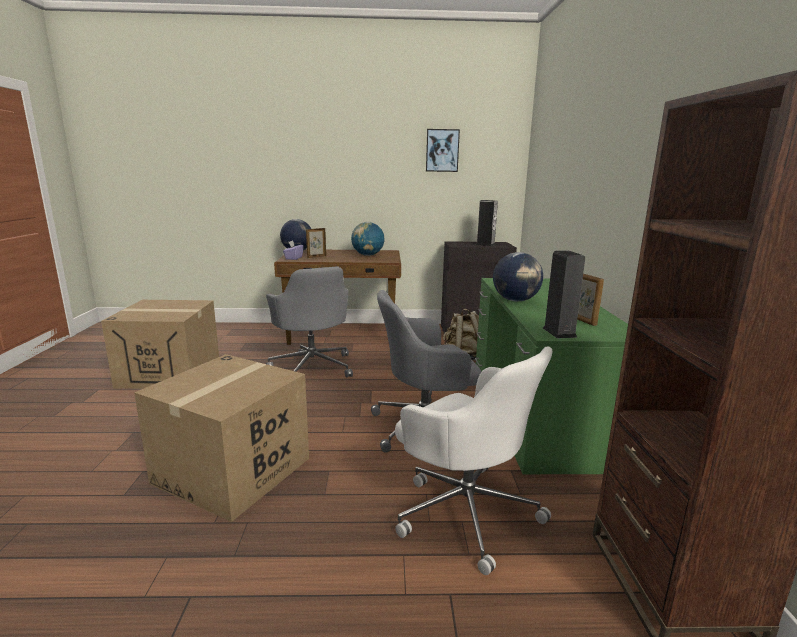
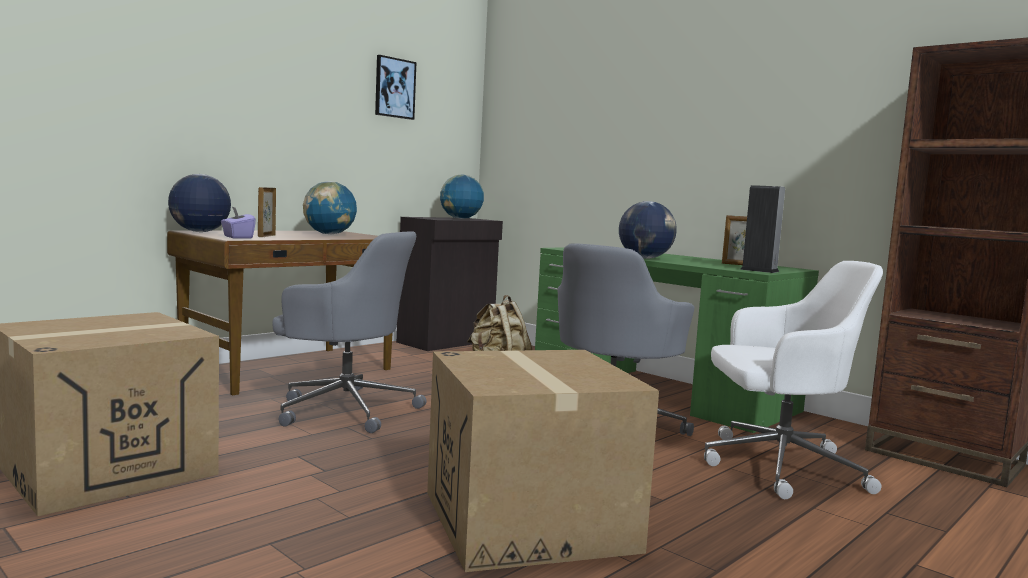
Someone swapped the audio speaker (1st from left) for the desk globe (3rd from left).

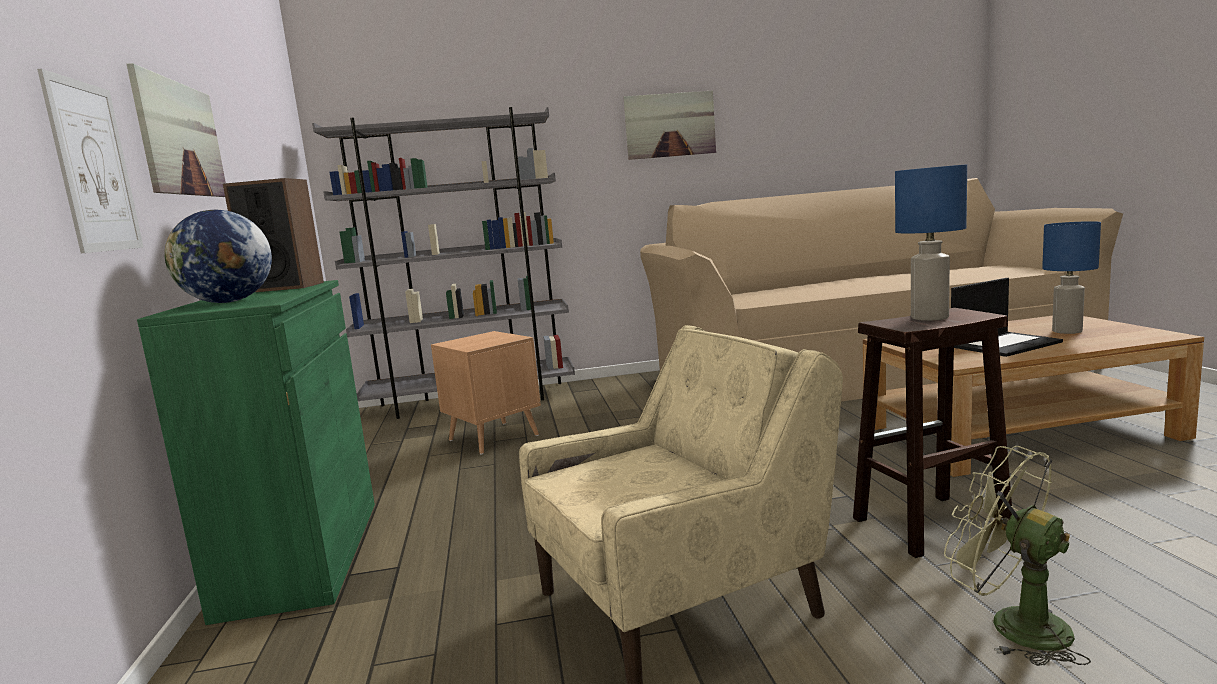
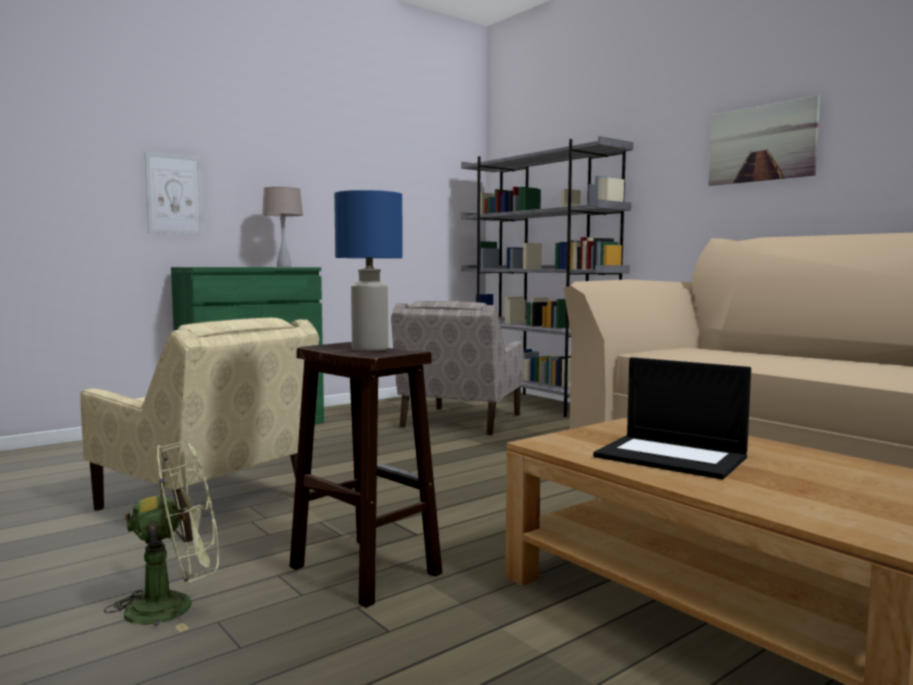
Someone rotated the electric fan (greenish) by 45 degrees clockwise.
Someone swapped the audio speaker for the table lamp (sand-coloured).
Someone swapped the side table (brown-coloured) for the lounge chair (sand-coloured) (2nd from left).
Someone took away the picture (2nd from left).
Someone took away the desk globe.
Someone took away the table lamp (blue) (2nd from left).

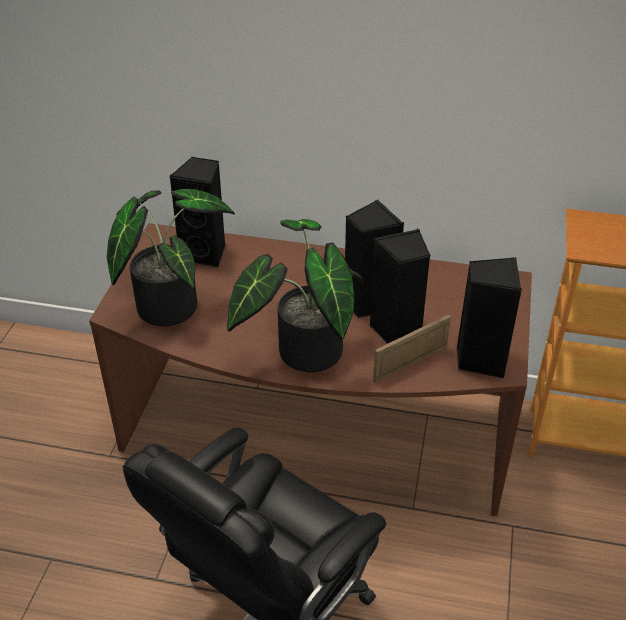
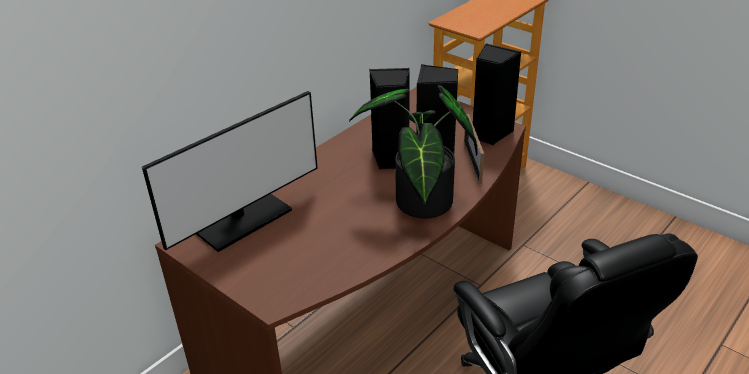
Someone swapped the audio speaker (black) (1st from left) for the monitor.
Someone took away the houseplant (1st from left).

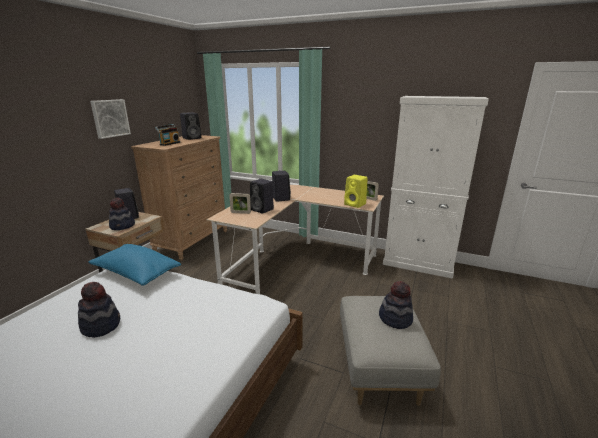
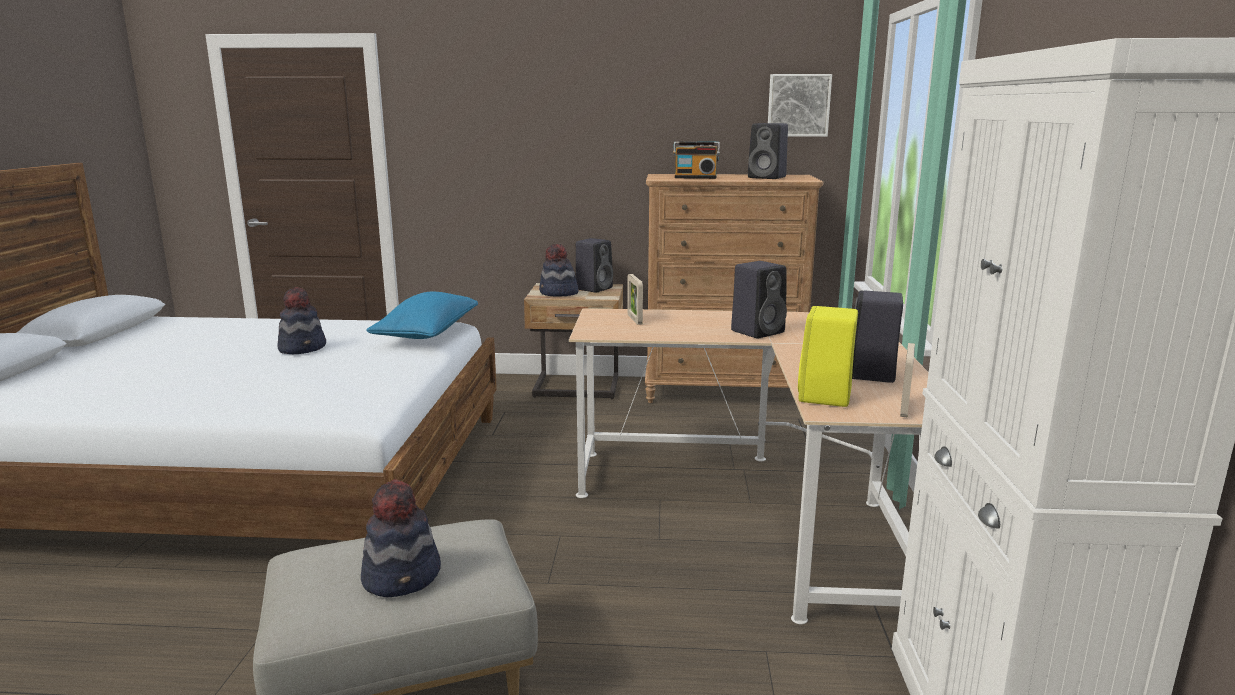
Someone carried the picture.
Someone carried the audio speaker (black) (3rd from left in the first image).

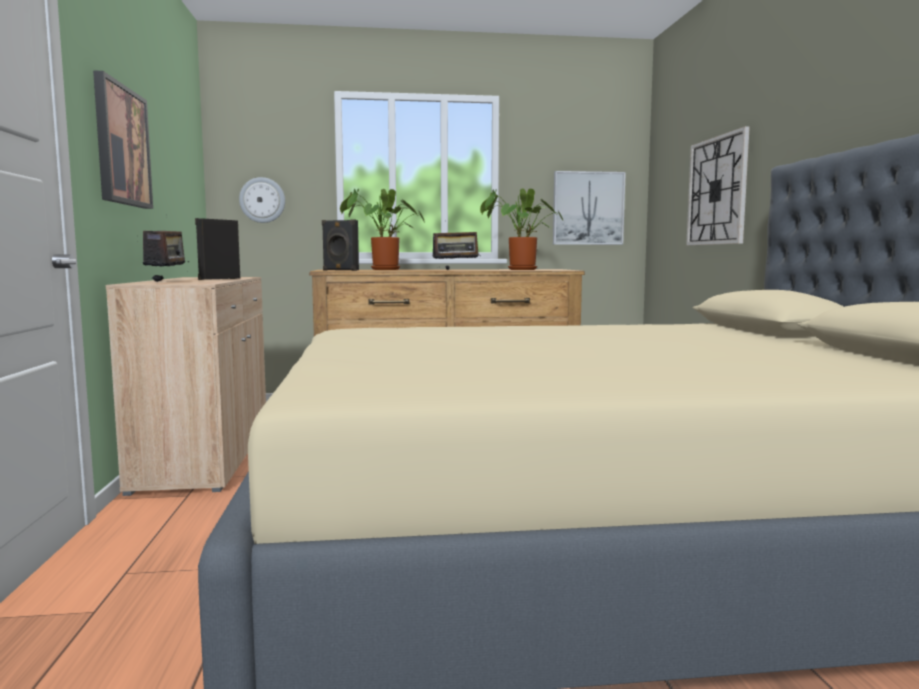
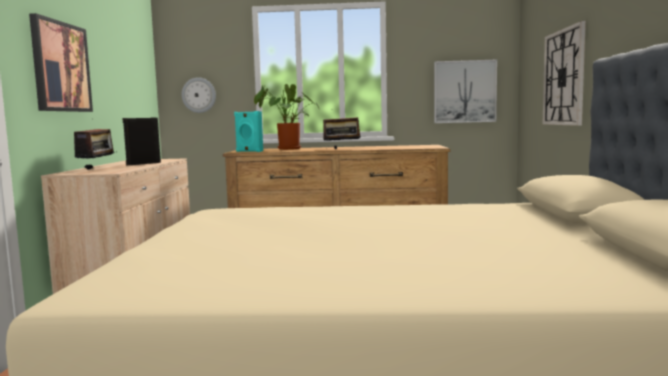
Someone repainted the audio speaker (black) (2nd from left), which became the audio speaker (turquoise-coloured).
Someone took away the houseplant (2nd from left).

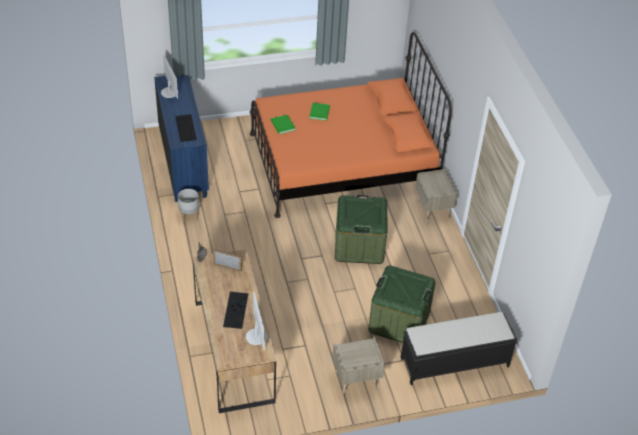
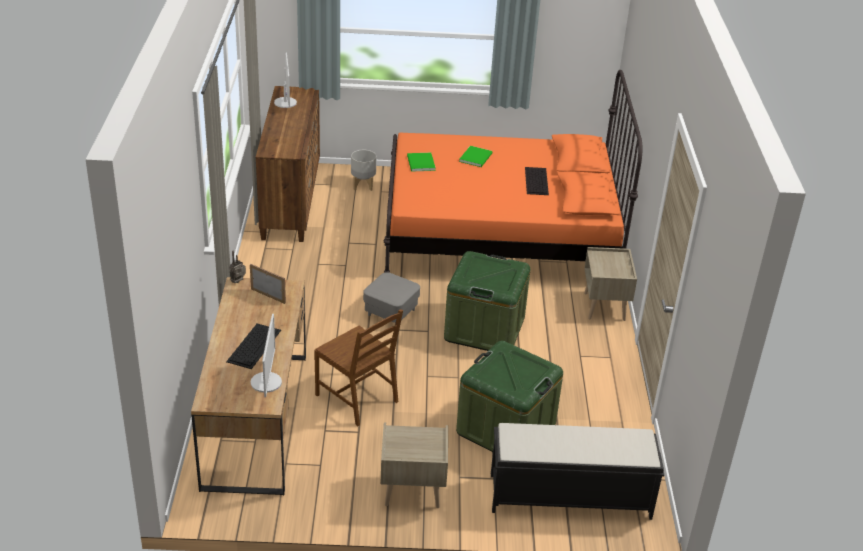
Someone repainted the drawer chest (blue), which became the drawer chest (brown-coloured).
Someone put down the upright chair (brown-coloured).
Someone carried the plant pot (grey).
Someone put down the ottoman (grey).
Someone carried the computer keyboard (1st from left in the first image).

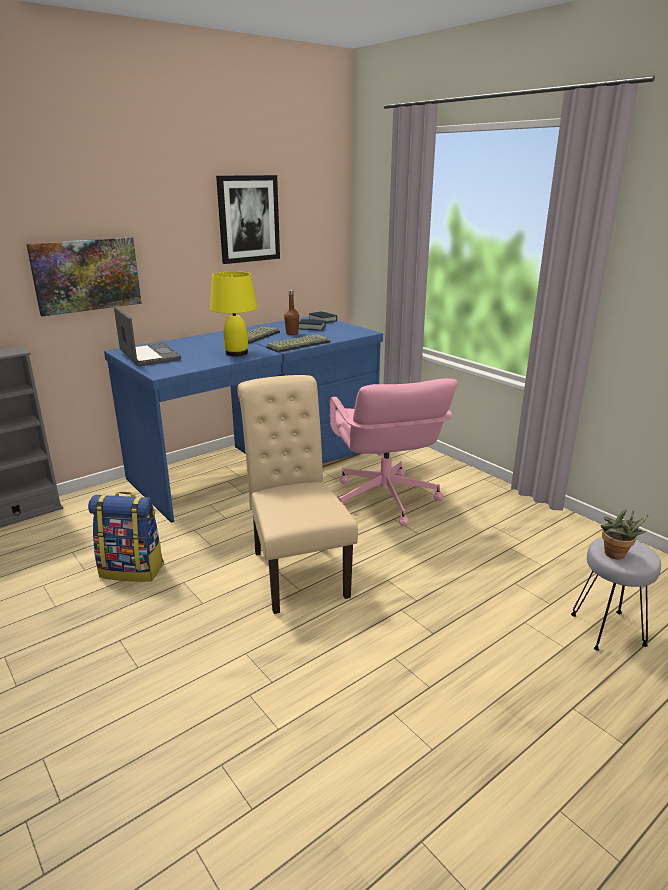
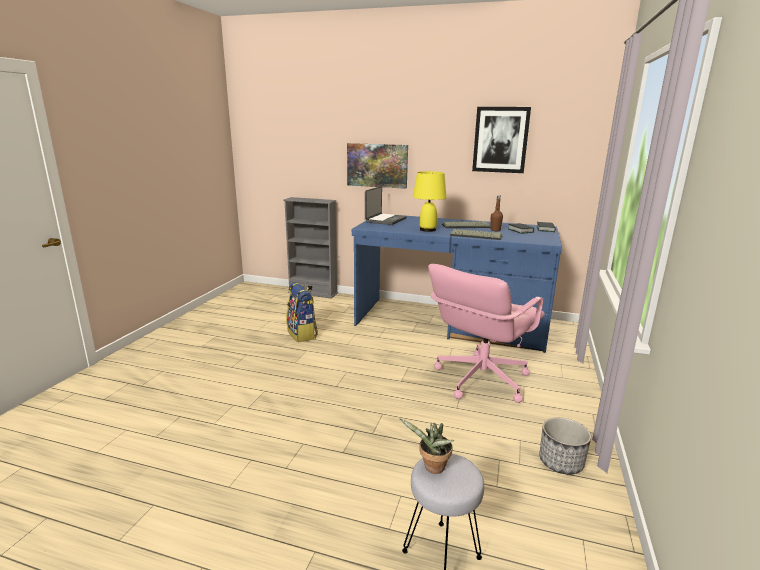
Someone put down the plant pot.
Someone took away the upright chair (sand-coloured).

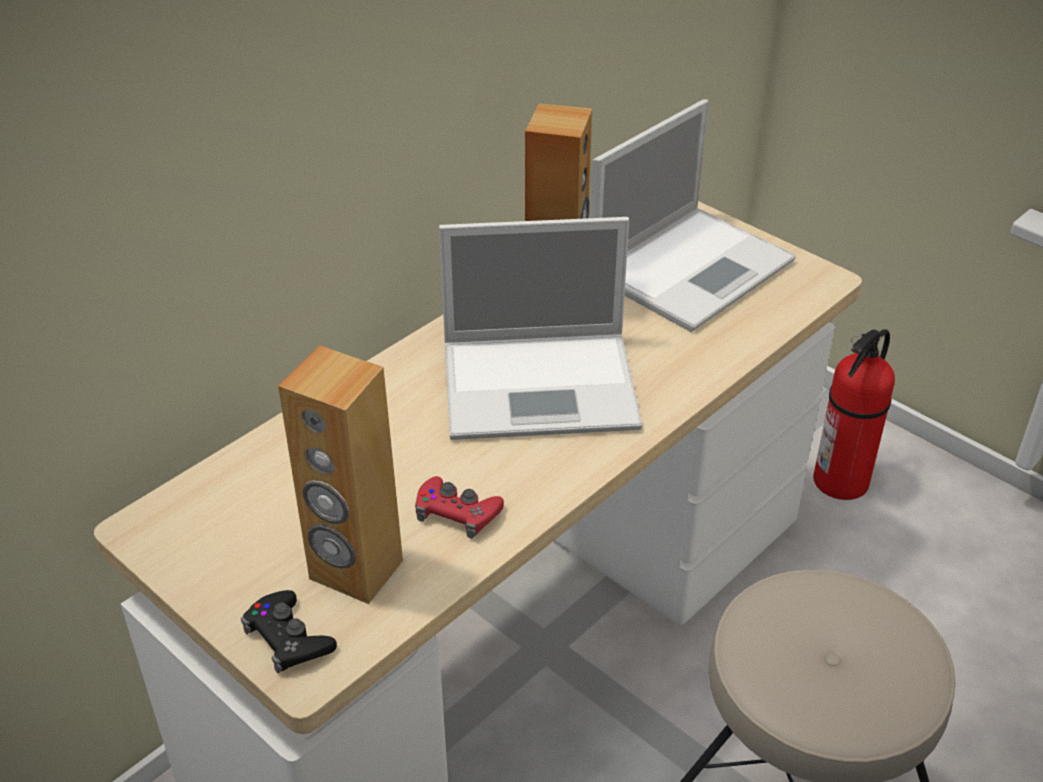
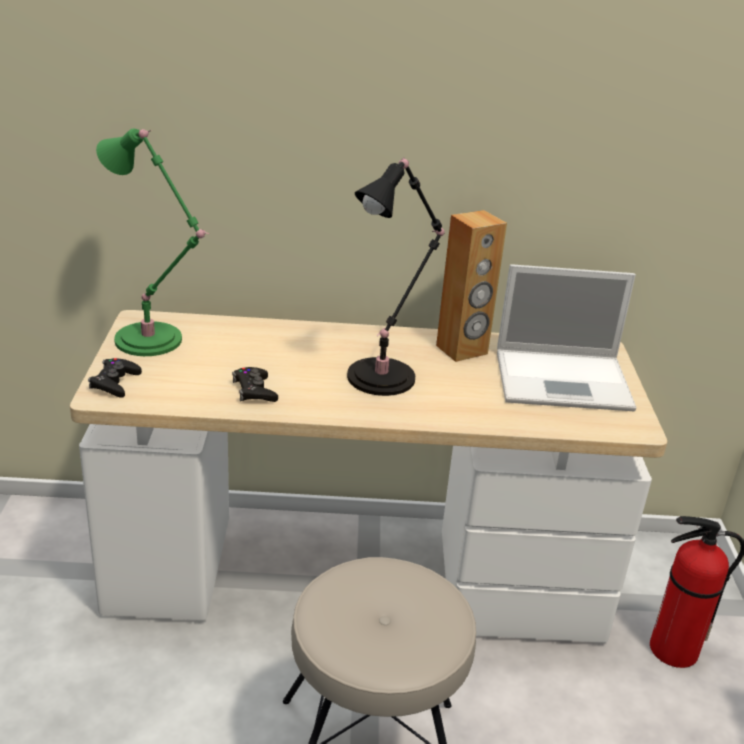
Someone put down the table lamp (greenish).
Someone repainted the game controller (reddish), which became the game controller (black) (2nd from left).
Someone swapped the laptop (1st from left) for the table lamp (black).
Someone took away the audio speaker (brown-coloured) (1st from left).

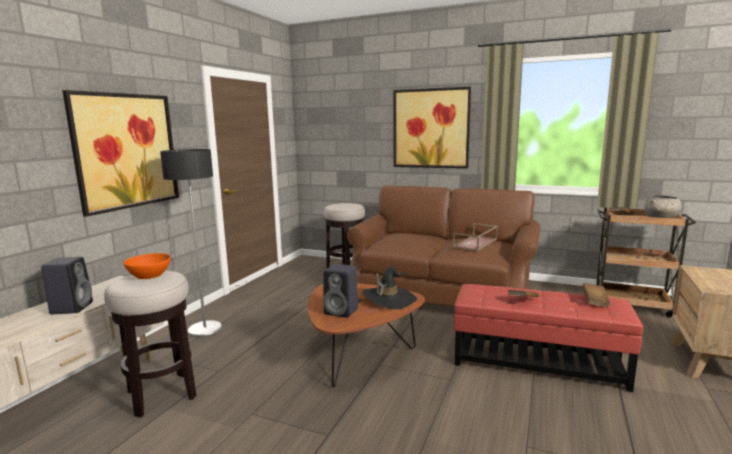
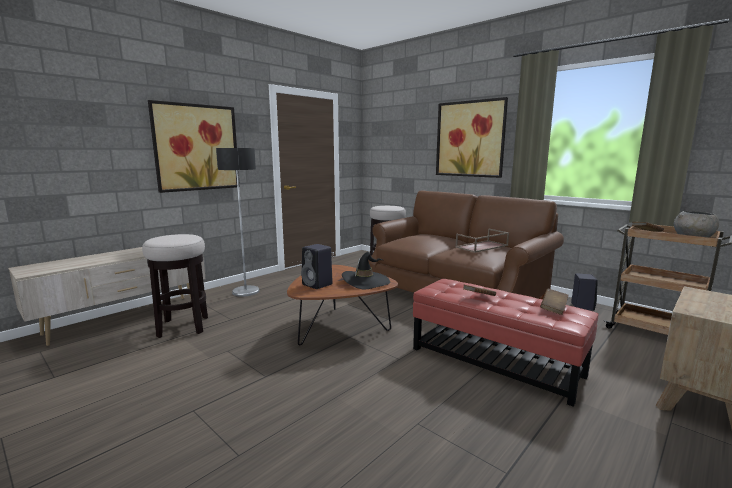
Someone carried the audio speaker (black) (1st from left in the first image).
Someone took away the deep dish (orange-coloured).

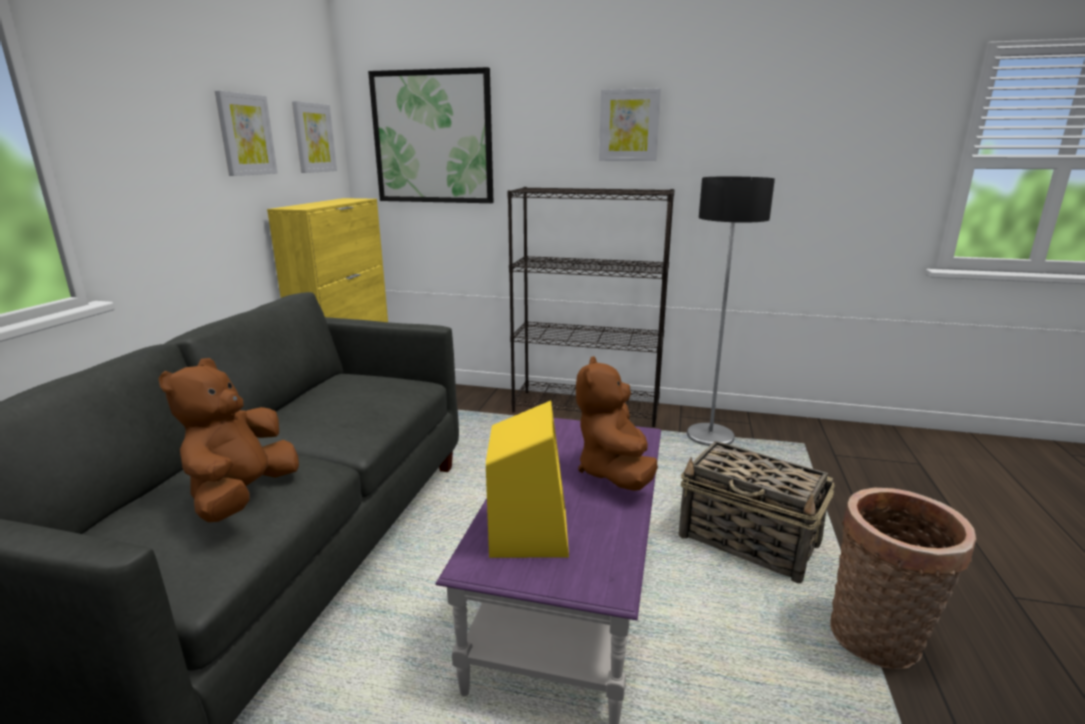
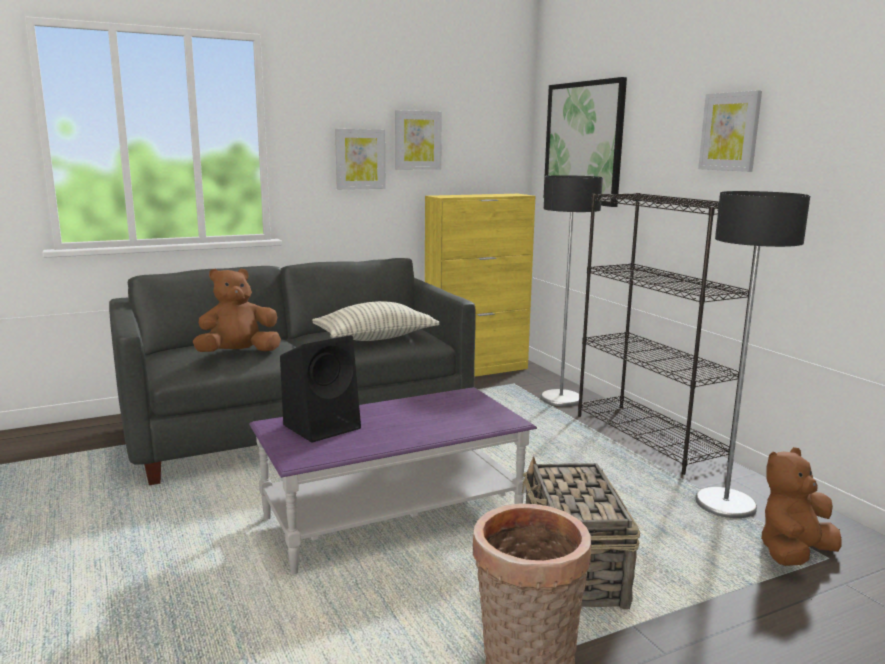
Someone repainted the audio speaker (yellow), which became the audio speaker (black).
Someone put down the cushion.
Someone carried the picture (2nd from left in the first image).
Someone put down the floor lamp (1st from left).
Someone carried the soft toy (brown-coloured) (2nd from left).

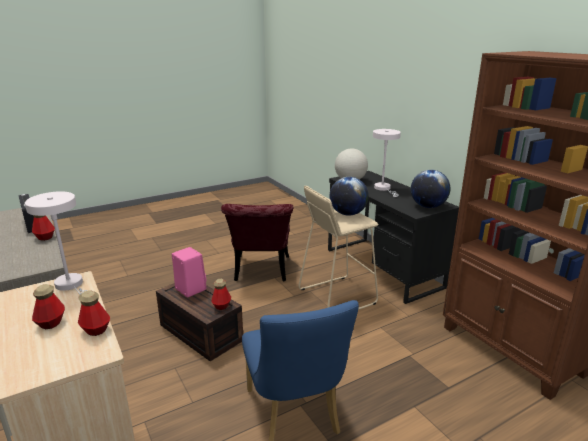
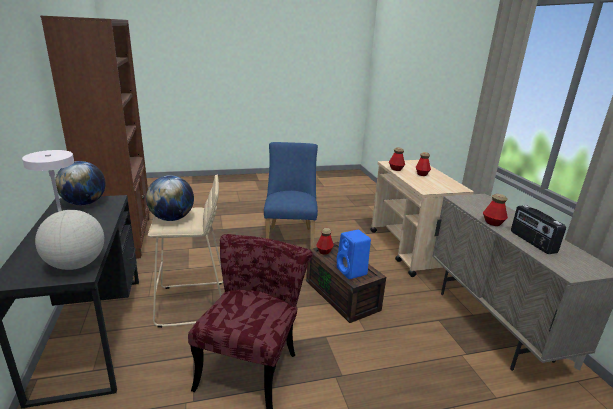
Someone repainted the audio speaker (pink), which became the audio speaker (blue).
Someone took away the table lamp (white-coloured) (1st from left).

